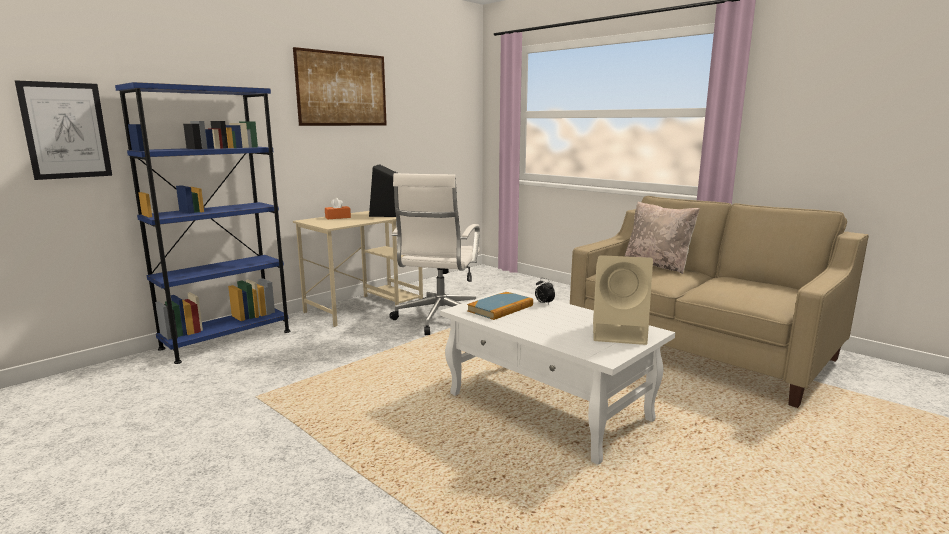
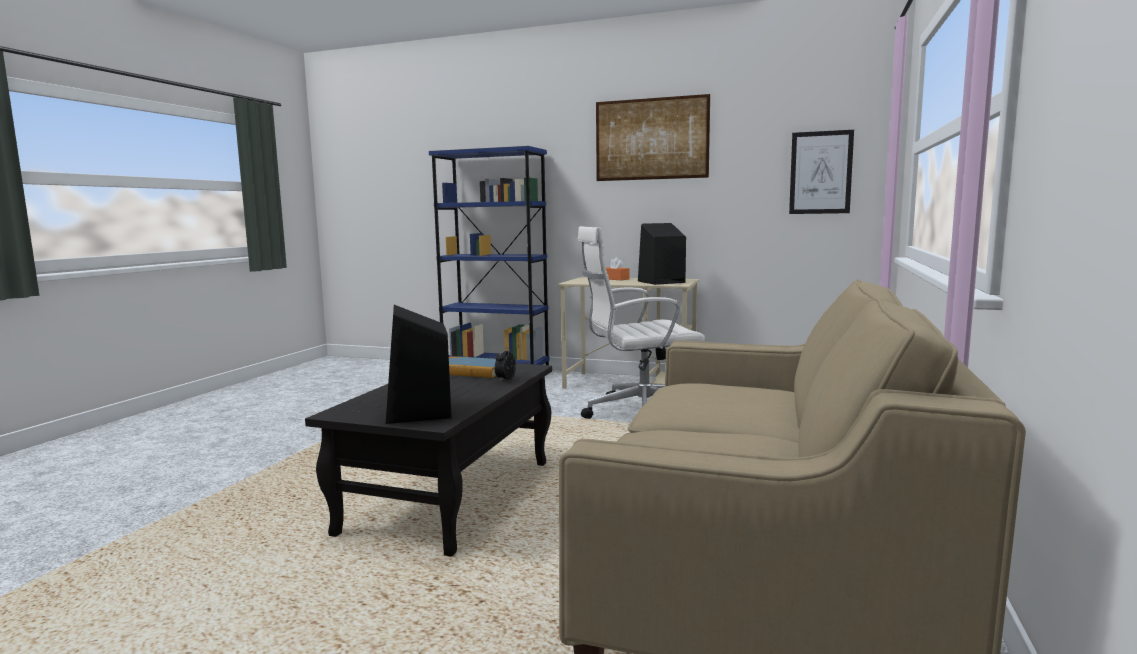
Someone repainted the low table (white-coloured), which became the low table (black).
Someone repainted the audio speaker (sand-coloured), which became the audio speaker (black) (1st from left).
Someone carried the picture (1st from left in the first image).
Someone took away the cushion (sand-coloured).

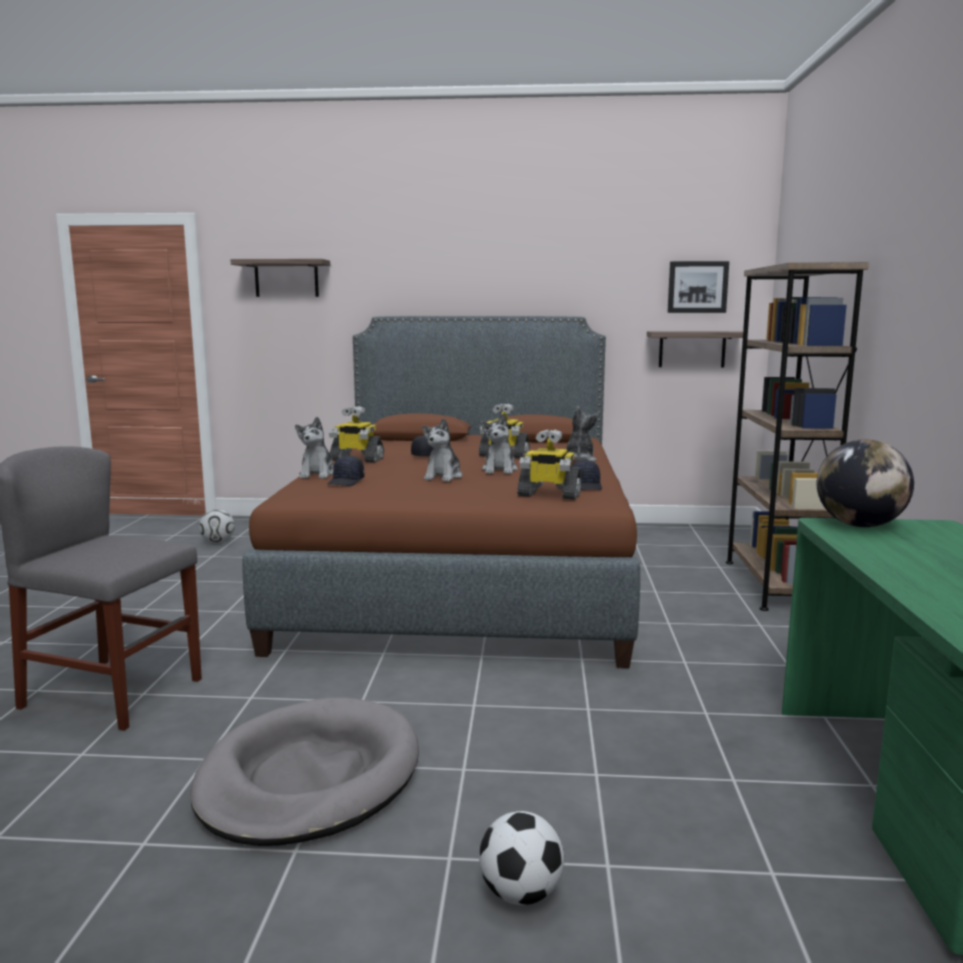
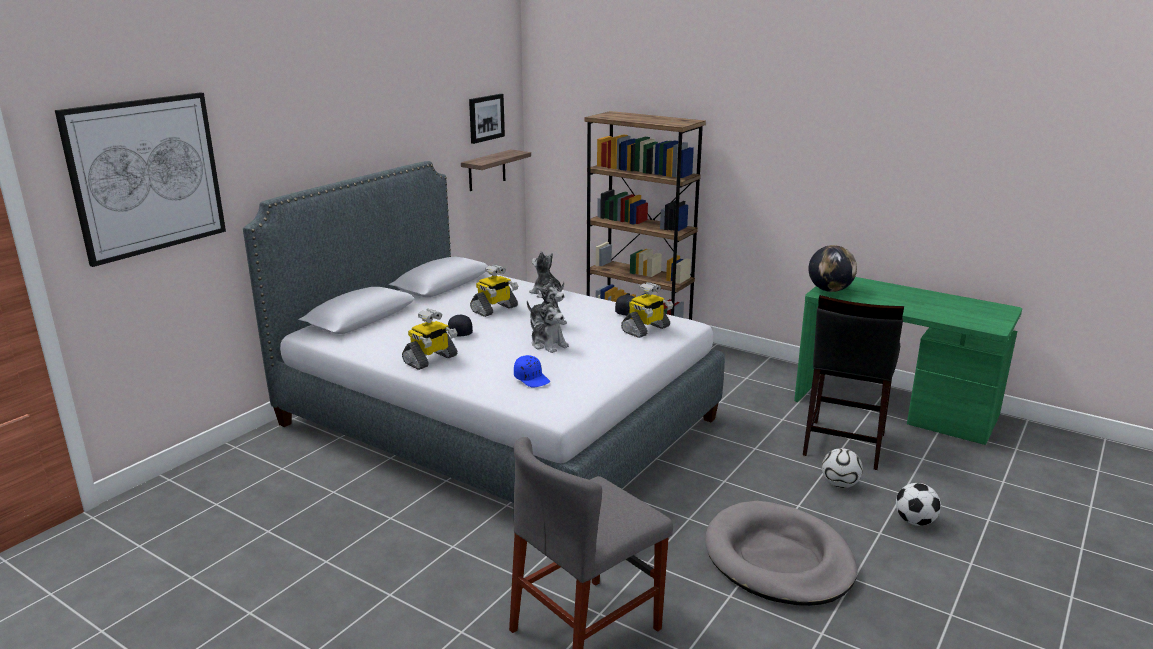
Someone swapped the bracket shelf (1st from left) for the picture (1st from left).
Someone repainted the bedroom bed (brown-coloured), which became the bedroom bed (grey).
Someone repainted the baseball cap (black) (1st from left), which became the baseball cap (blue).
Someone put down the sitting stool (black).
Someone carried the football (1st from left).
Someone took away the soft toy (1st from left).

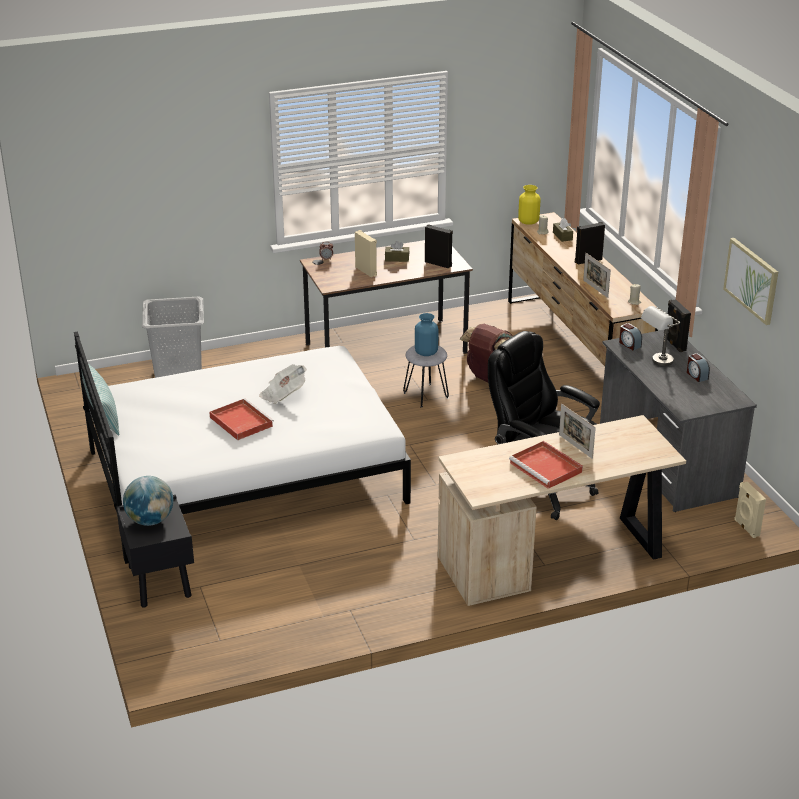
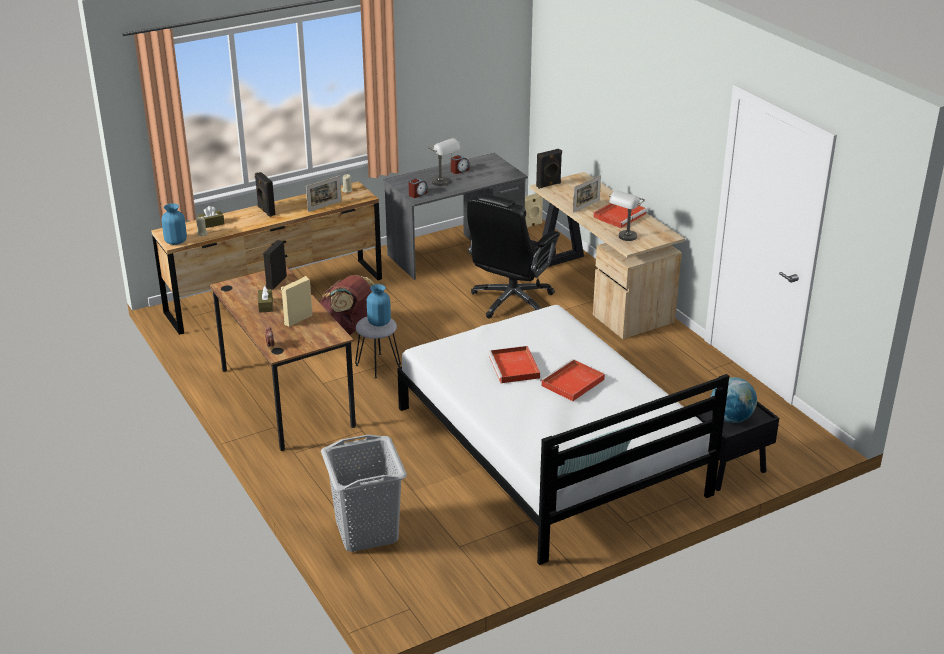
Someone repainted the vase (yellow), which became the vase (blue) (1st from left).
Someone swapped the printed paper for the tray (reddish) (1st from left).
Someone carried the audio speaker (black) (3rd from left).
Someone put down the table lamp (grey) (2nd from left).
Someone took away the picture.

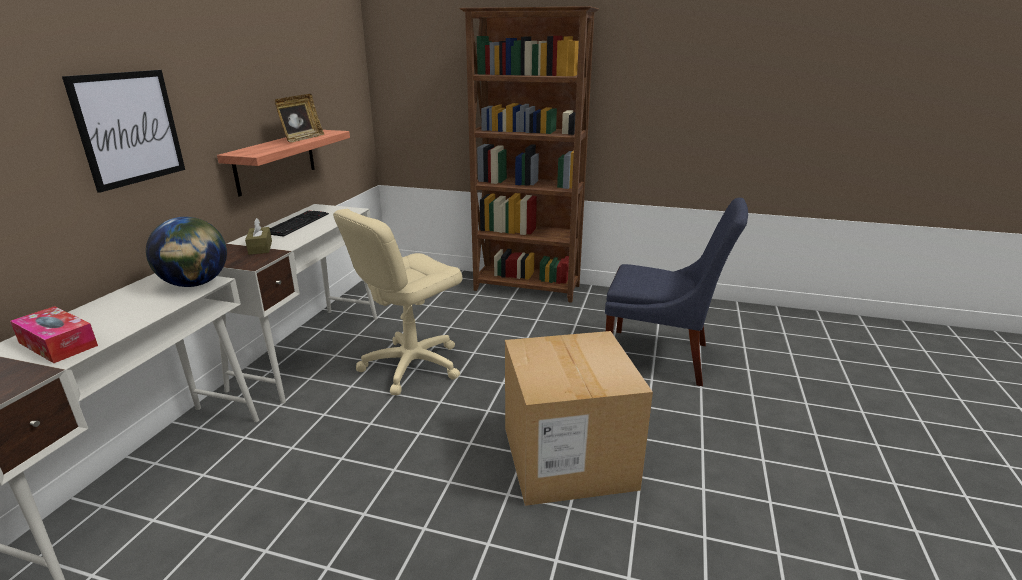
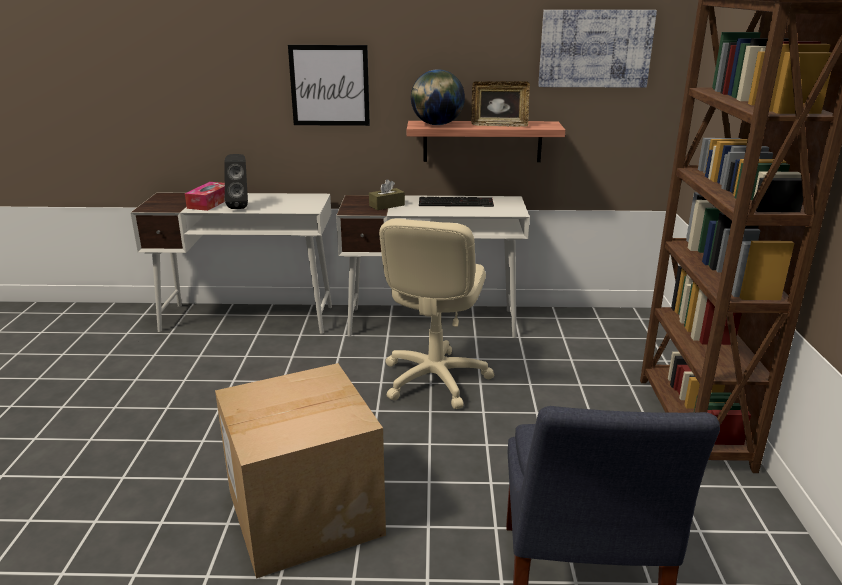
Someone put down the audio speaker (black).
Someone rotated the office chair (sand-coloured) by 105 degrees counterclockwise.
Someone carried the desk globe.
Someone put up the picture (2nd from left).

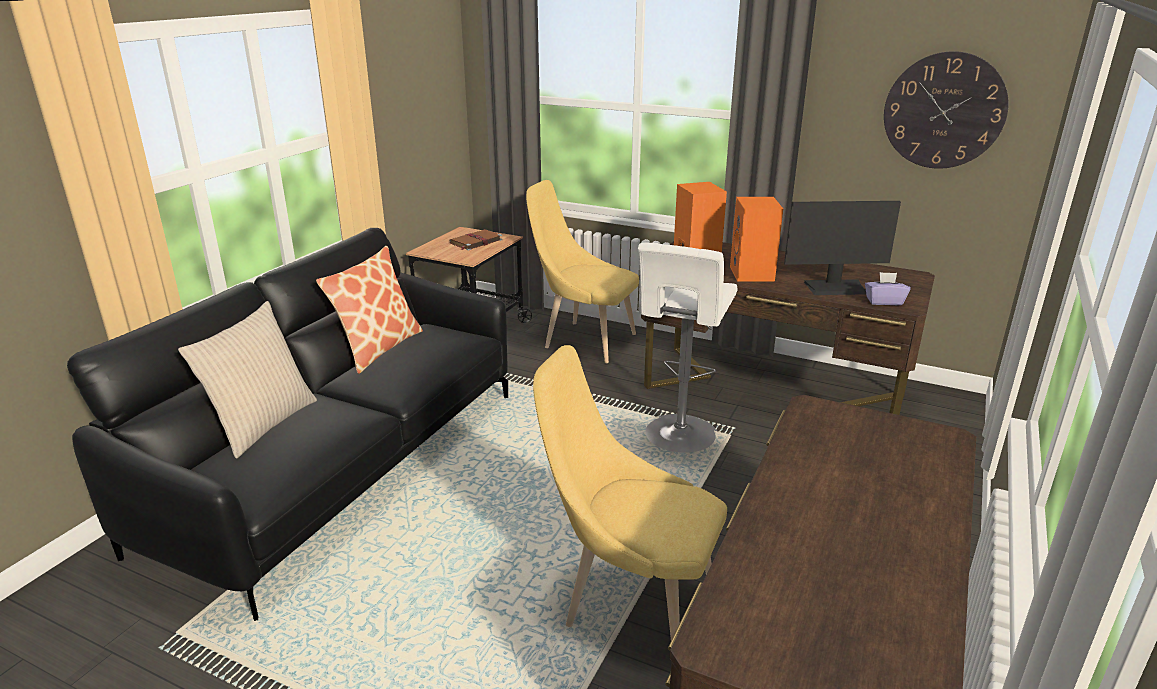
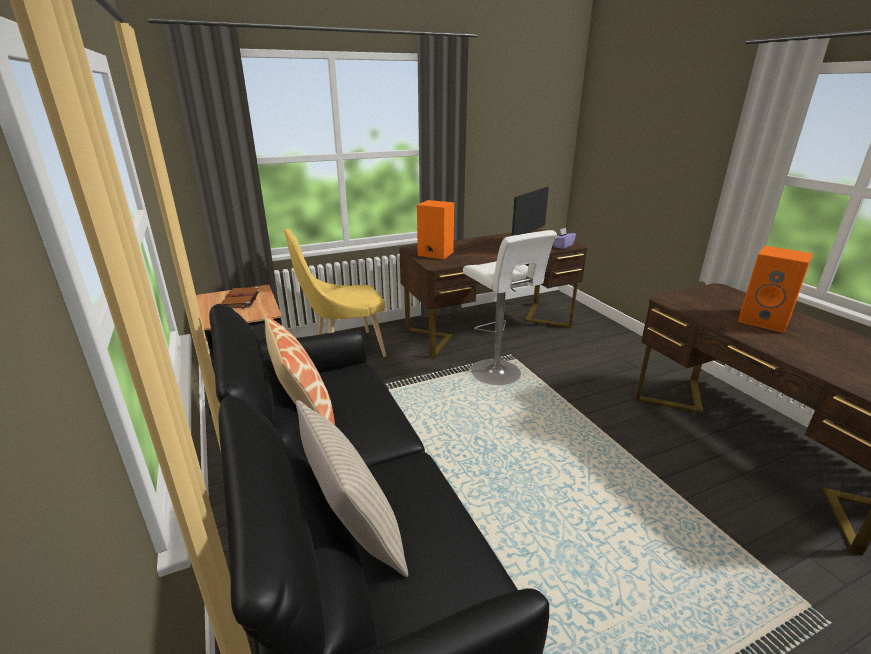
Someone carried the audio speaker (orange-coloured) (2nd from left).
Someone took away the upright chair (yellow) (2nd from left).
Someone took away the wall clock.

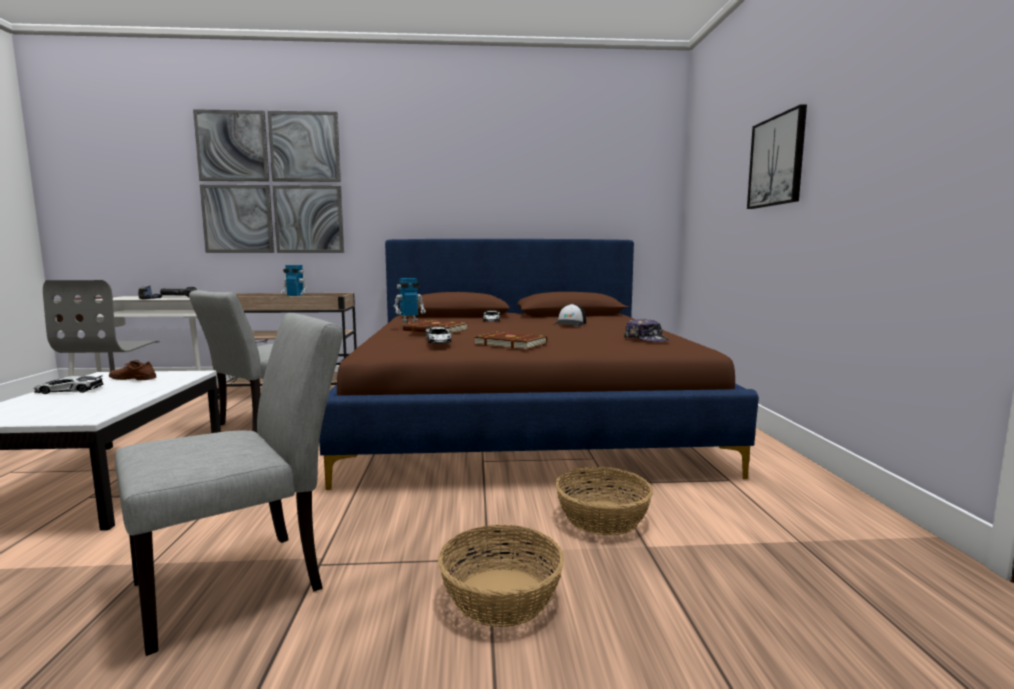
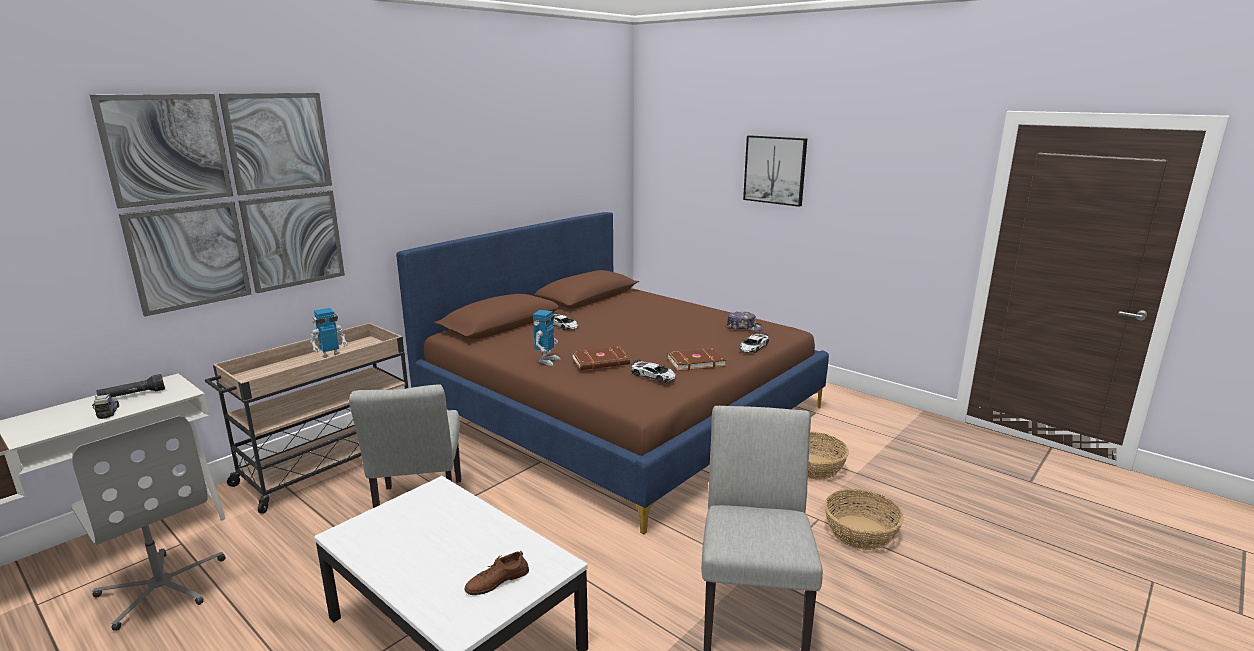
Someone carried the low shoe (brown-coloured).
Someone carried the toy car (1st from left in the first image).
Someone took away the baseball cap (1st from left).

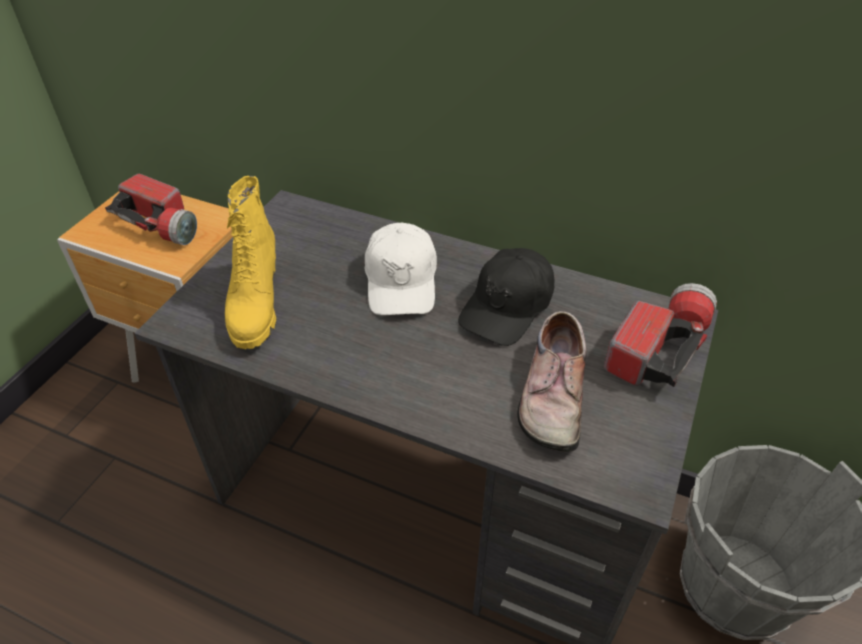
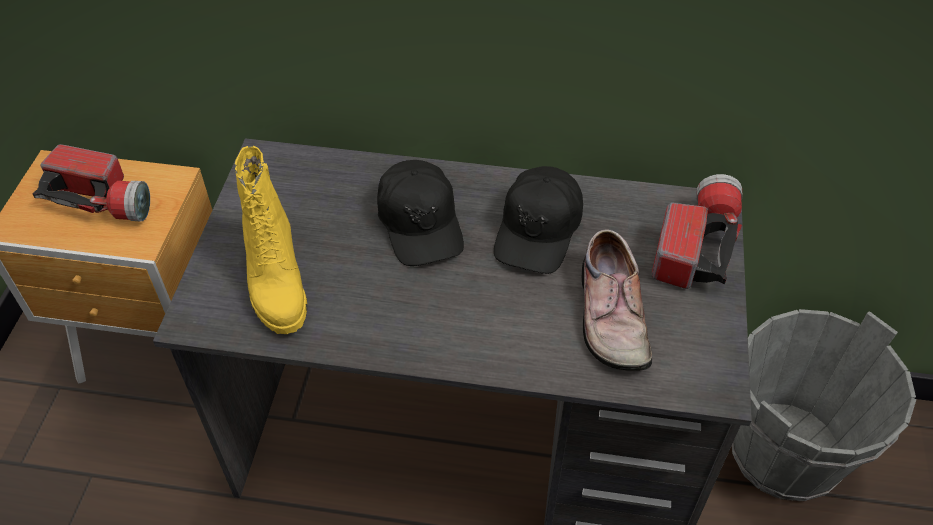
Someone repainted the baseball cap (white-coloured), which became the baseball cap (black) (1st from left).

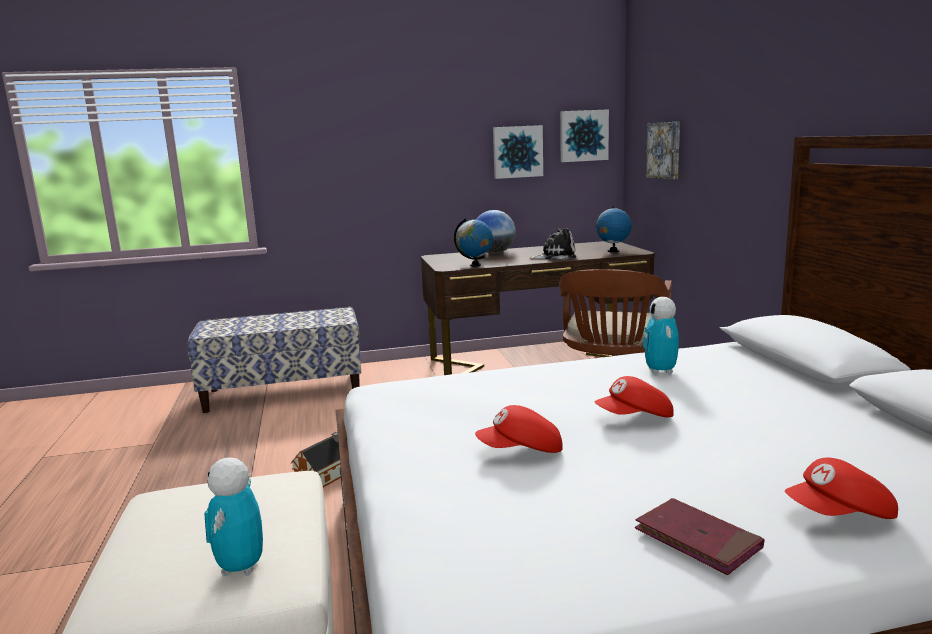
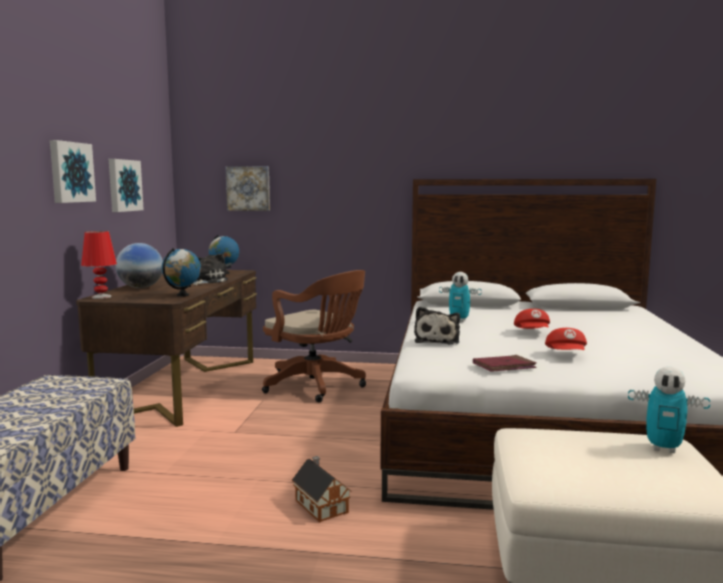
Someone carried the picture (2nd from left in the first image).
Someone put down the table lamp (reddish).
Someone put down the soft toy (2nd from left).
Someone carried the book (reddish).
Someone took away the baseball cap (reddish) (3rd from left).

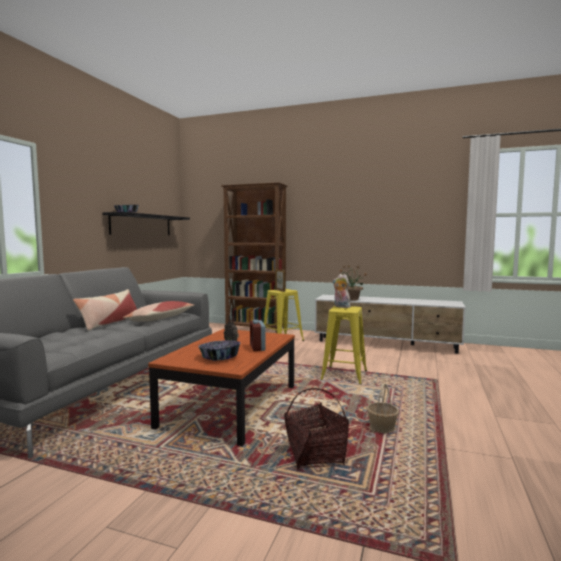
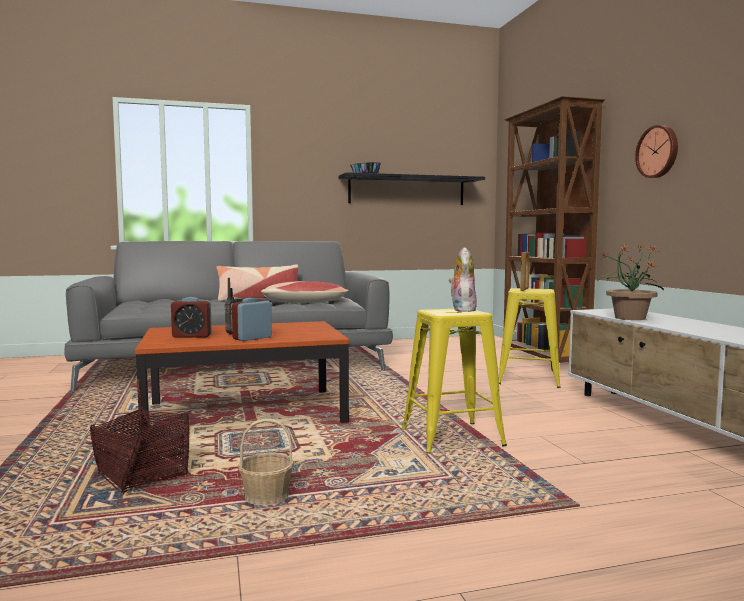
Someone swapped the deep dish (2nd from left) for the alarm clock (1st from left).
Someone put up the wall clock.

